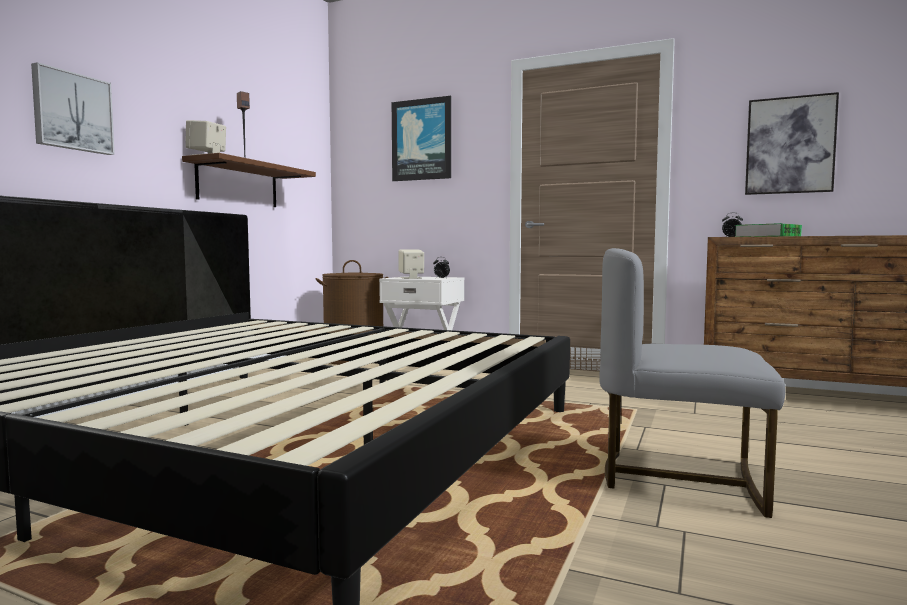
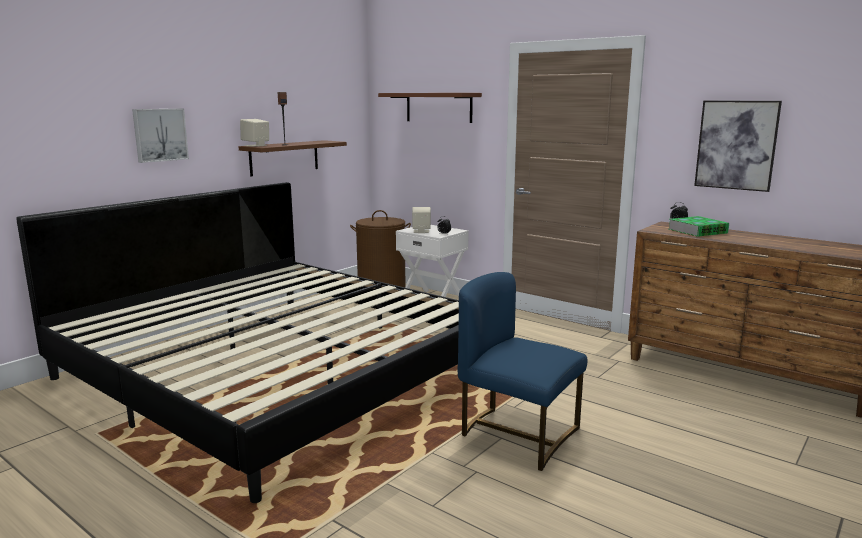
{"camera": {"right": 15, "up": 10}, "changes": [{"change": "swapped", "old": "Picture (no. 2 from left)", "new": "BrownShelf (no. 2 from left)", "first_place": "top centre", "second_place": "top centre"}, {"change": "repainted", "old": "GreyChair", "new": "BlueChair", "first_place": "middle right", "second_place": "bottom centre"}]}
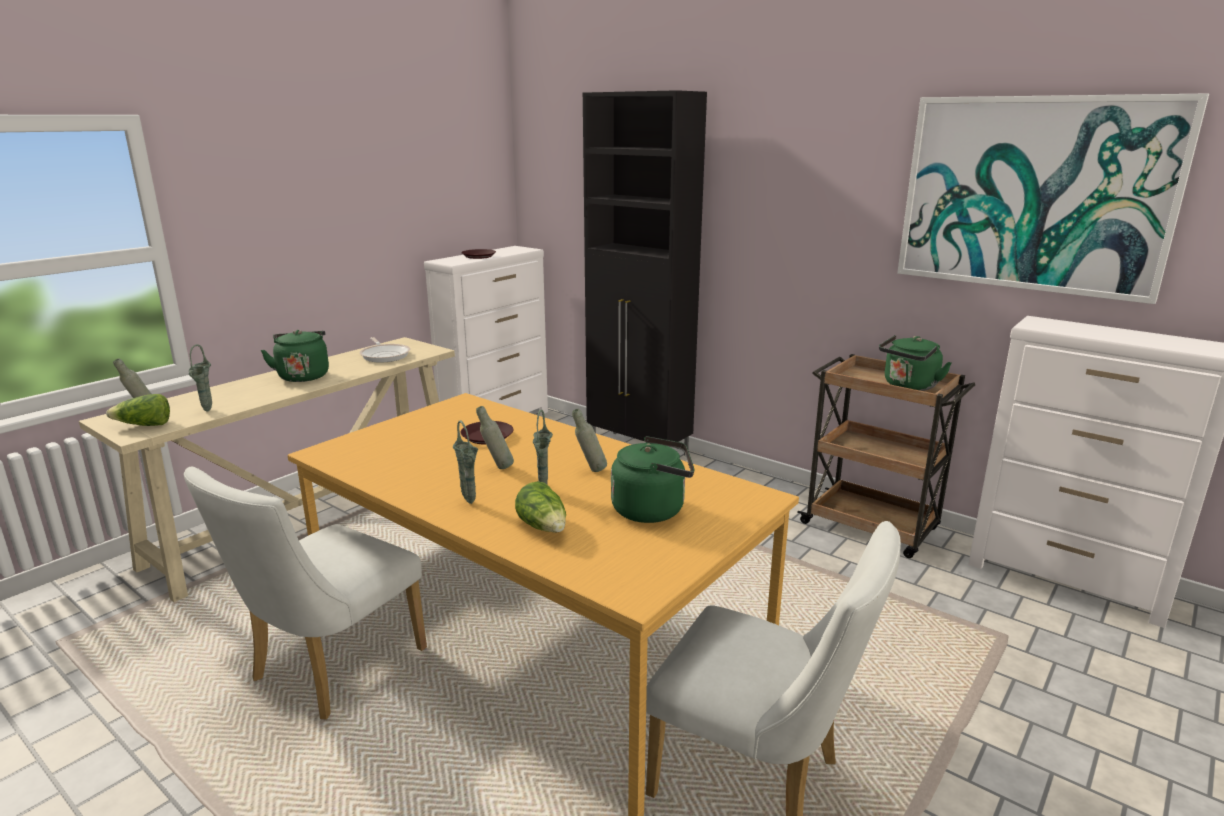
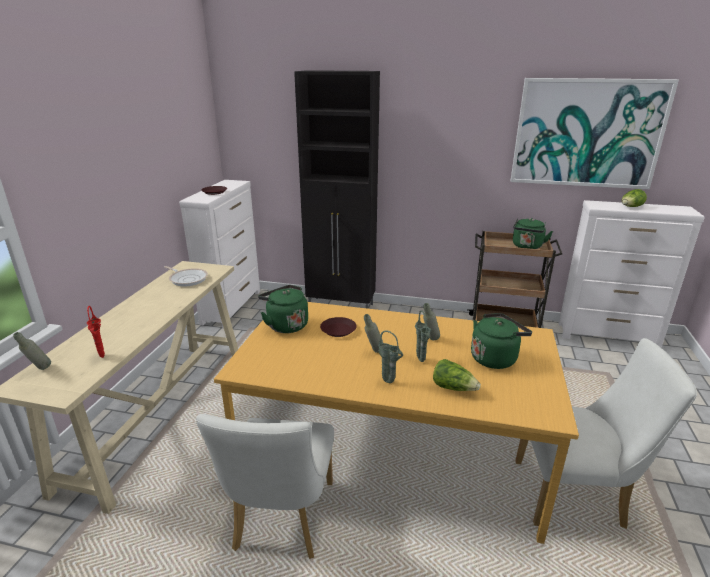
{"camera": {"right": -25, "up": 5}, "changes": [{"change": "shifted", "old": "GreenKettle (no. 1 from left)", "first_place": "middle left", "second_place": "centre"}, {"change": "repainted", "old": "GreenVase (no. 1 from left)", "new": "RedVase", "first_place": "middle left", "second_place": "middle left"}, {"change": "shifted", "old": "Lettuce (no. 1 from left in the first image)", "new": "Lettuce (no. 2 from left)", "first_place": "middle left", "second_place": "middle right"}]}
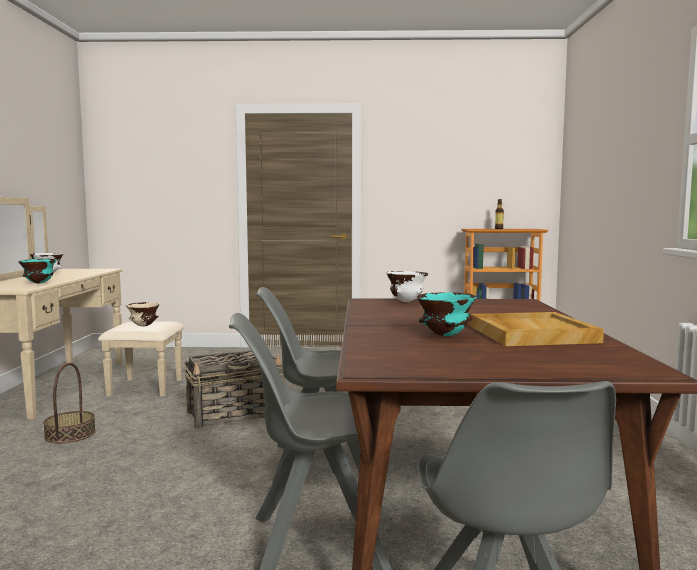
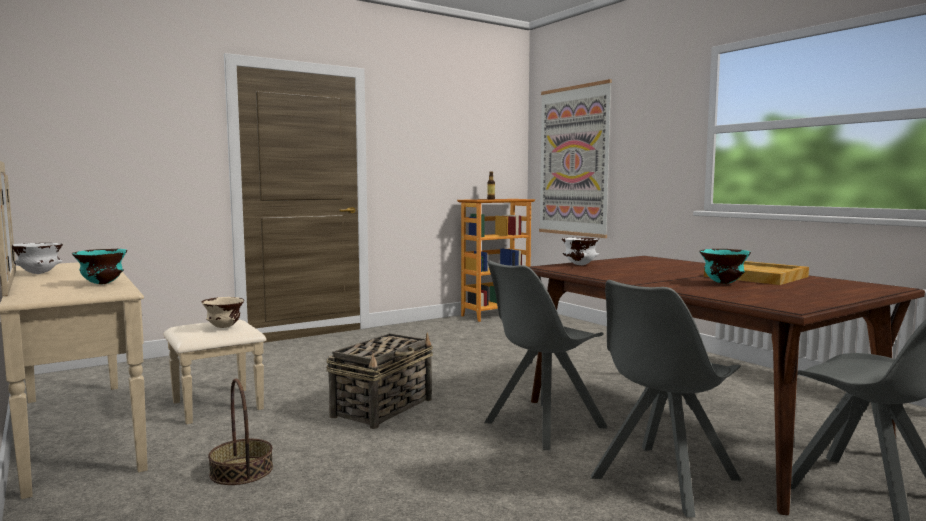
{"camera": {"right": -35, "up": 0}, "changes": [{"change": "new", "new": "Picture", "second_place": "top centre"}]}
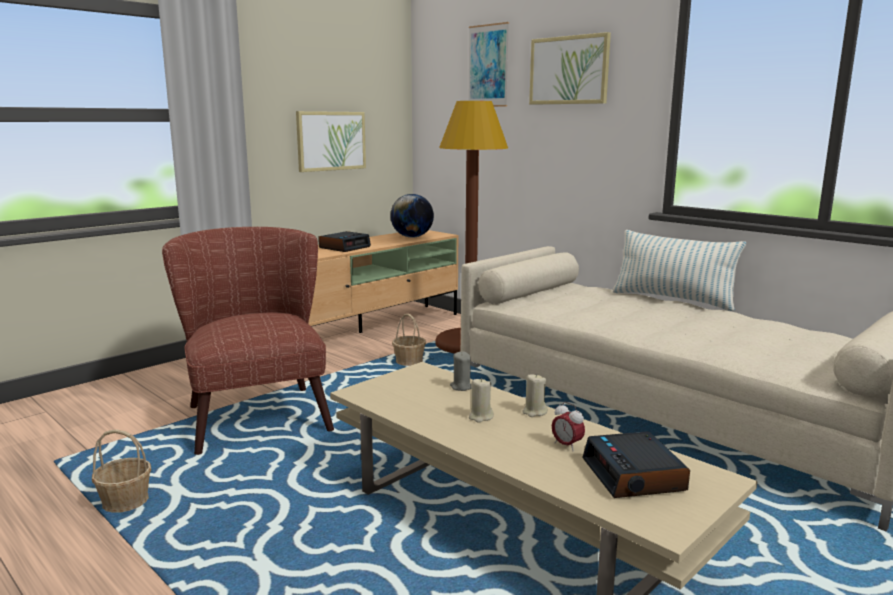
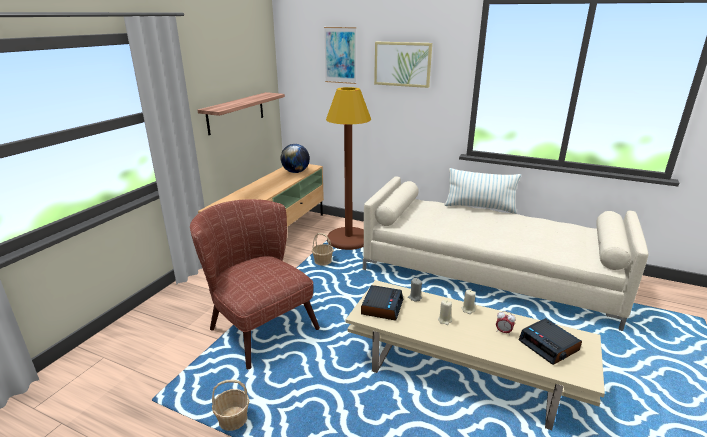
{"camera": {"right": -20, "up": 10}, "changes": [{"change": "swapped", "old": "Picture (no. 1 from left)", "new": "Shelf", "first_place": "top centre", "second_place": "top centre"}, {"change": "shifted", "old": "AlarmClock (no. 1 from left)", "first_place": "centre", "second_place": "bottom centre"}]}
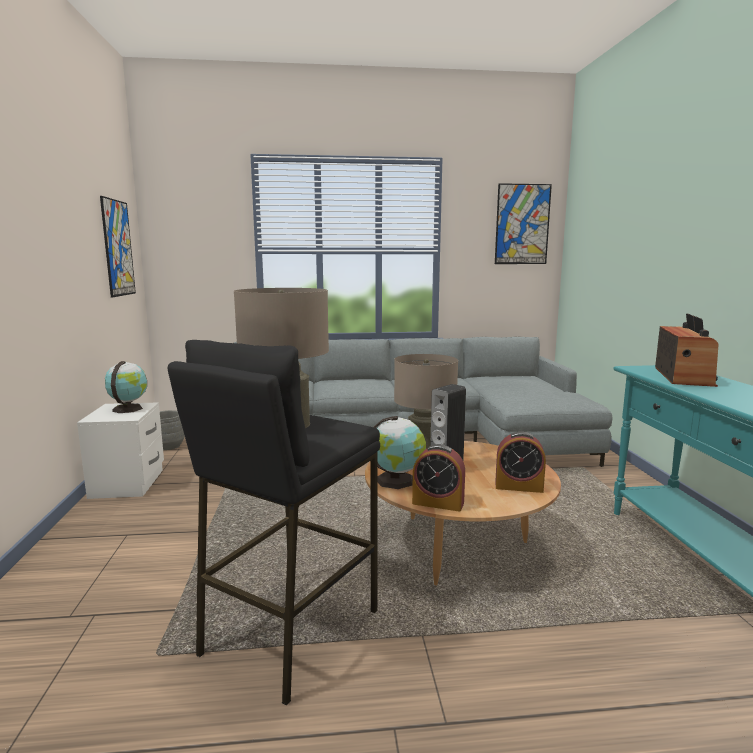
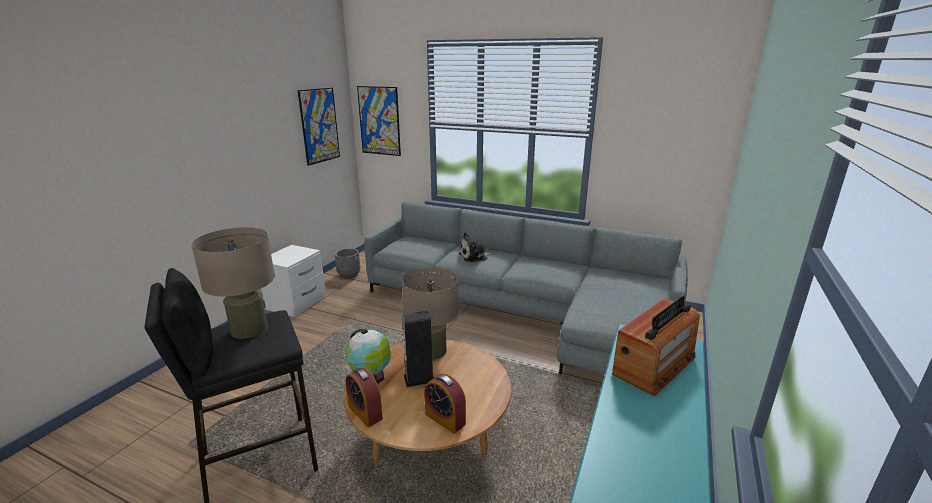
{"camera": {"right": 30, "up": 10}, "changes": [{"change": "shifted", "old": "Picture (no. 2 from left)", "first_place": "top right", "second_place": "top centre"}, {"change": "gone", "old": "Globe (no. 1 from left)", "first_place": "middle left"}, {"change": "new", "new": "PlushToy", "second_place": "centre"}]}
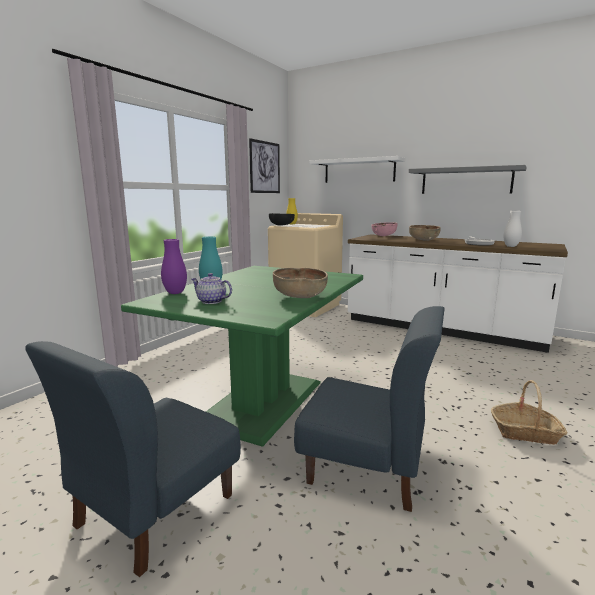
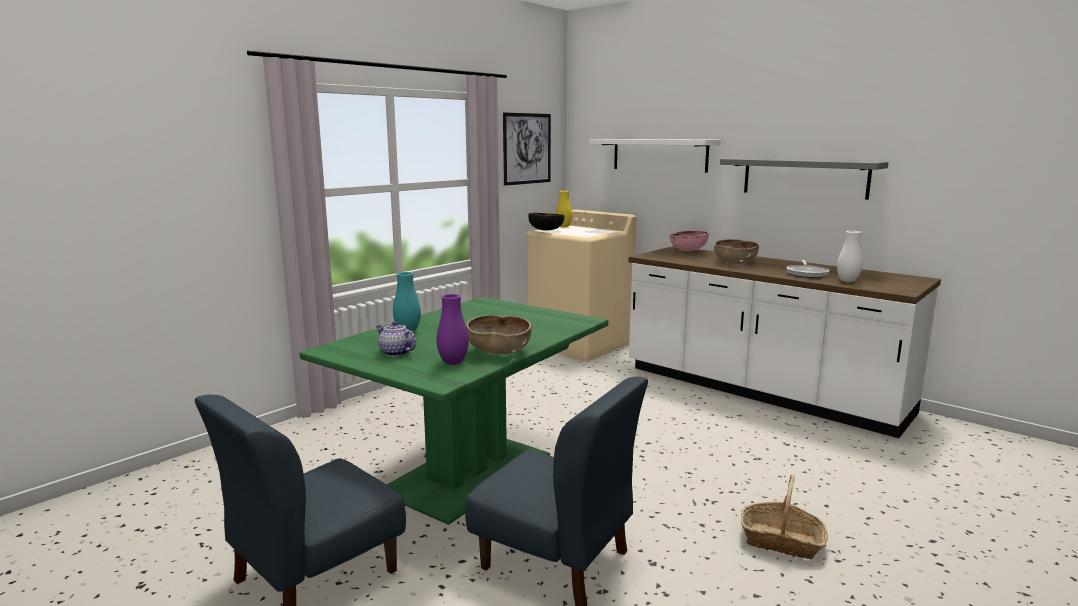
{"camera": {"right": 10, "up": 0}, "changes": [{"change": "shifted", "old": "PurpleVase", "first_place": "middle left", "second_place": "centre"}]}
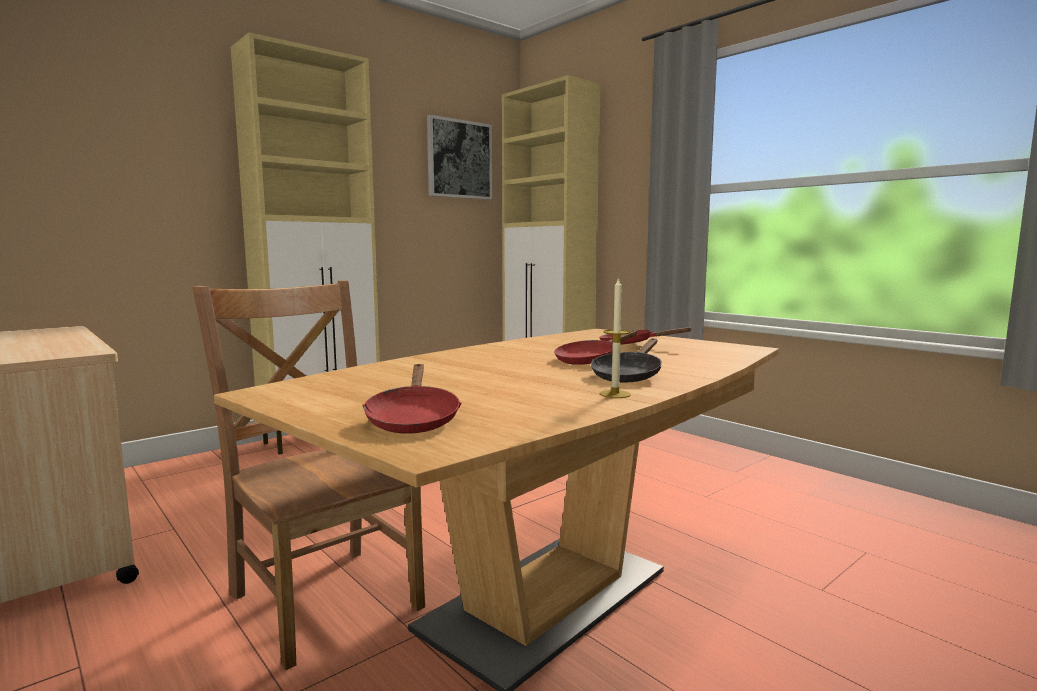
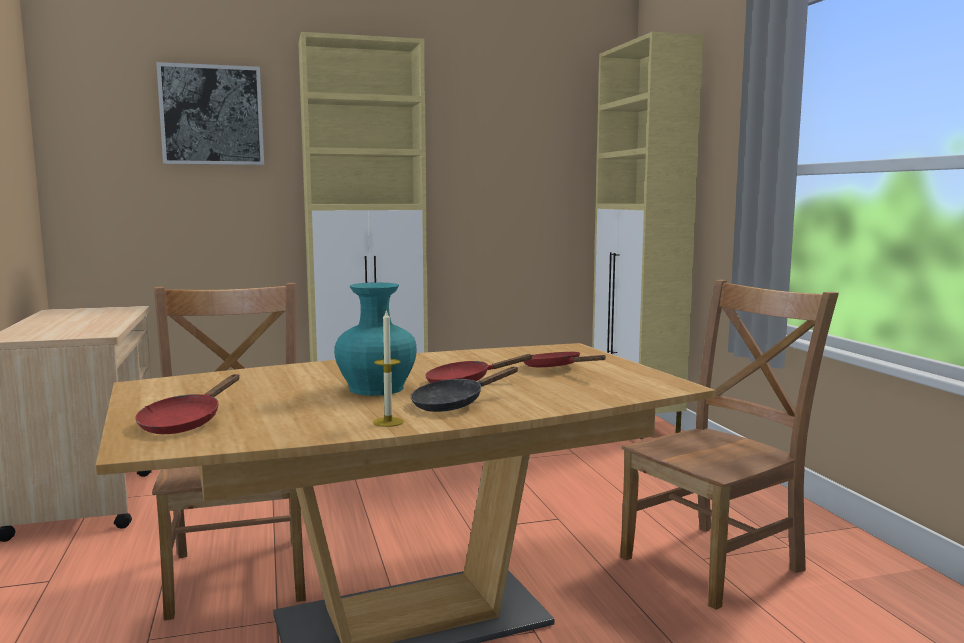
{"camera": {"right": 25, "up": 0}, "changes": [{"change": "shifted", "old": "Picture", "first_place": "top centre", "second_place": "top left"}, {"change": "new", "new": "BrownChair (no. 2 from left)", "second_place": "bottom right"}, {"change": "new", "new": "TurquoiseVase", "second_place": "centre"}]}
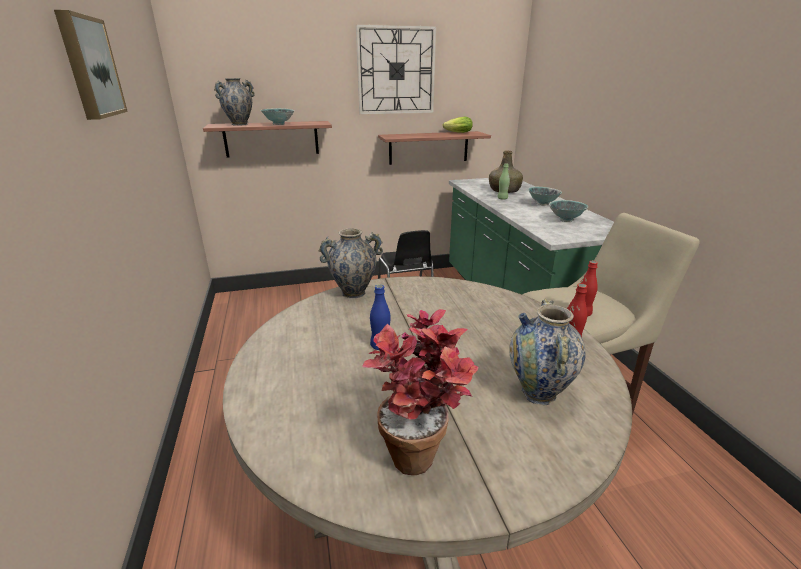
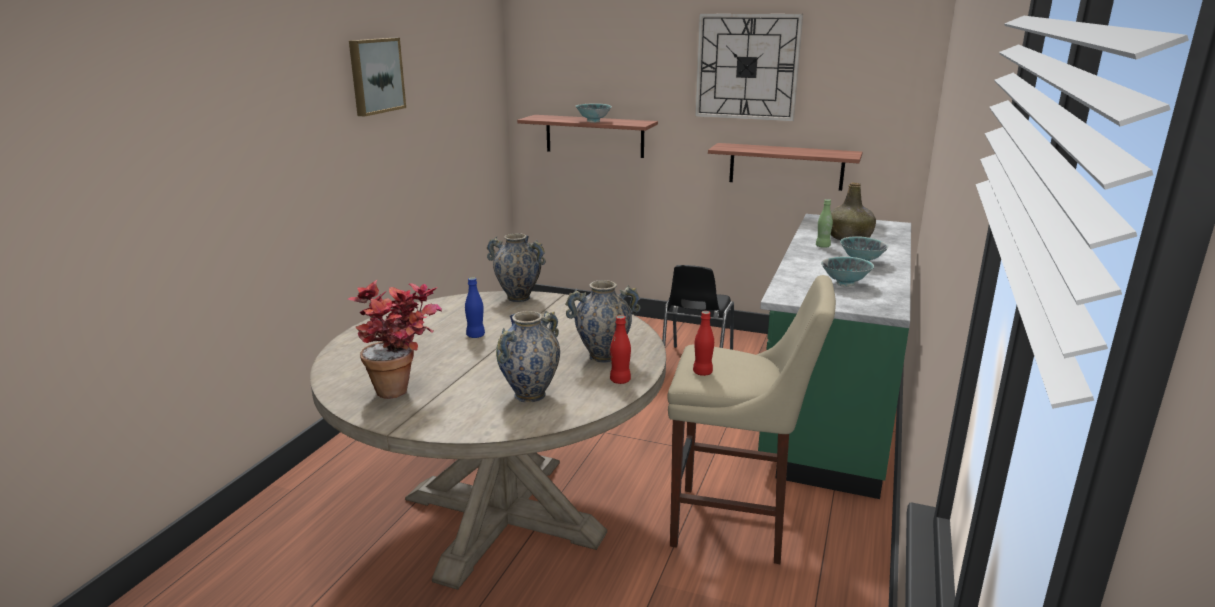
{"camera": {"right": 35, "up": -5}, "changes": [{"change": "shifted", "old": "Vase (no. 1 from left in the first image)", "new": "Vase (no. 3 from left)", "first_place": "top left", "second_place": "centre"}, {"change": "gone", "old": "Lettuce", "first_place": "top centre"}]}
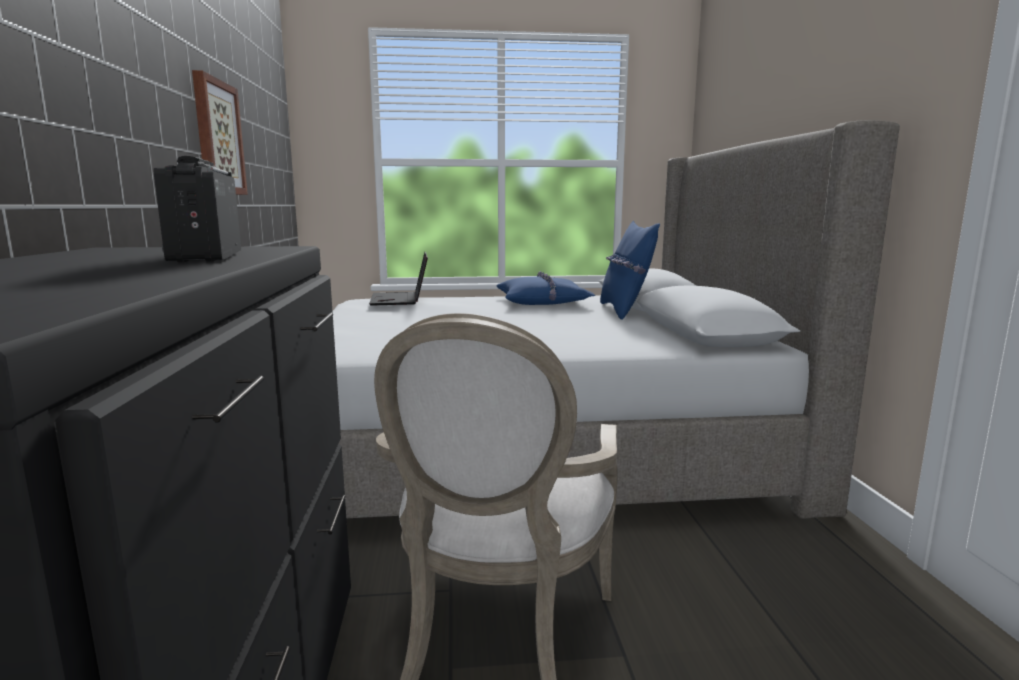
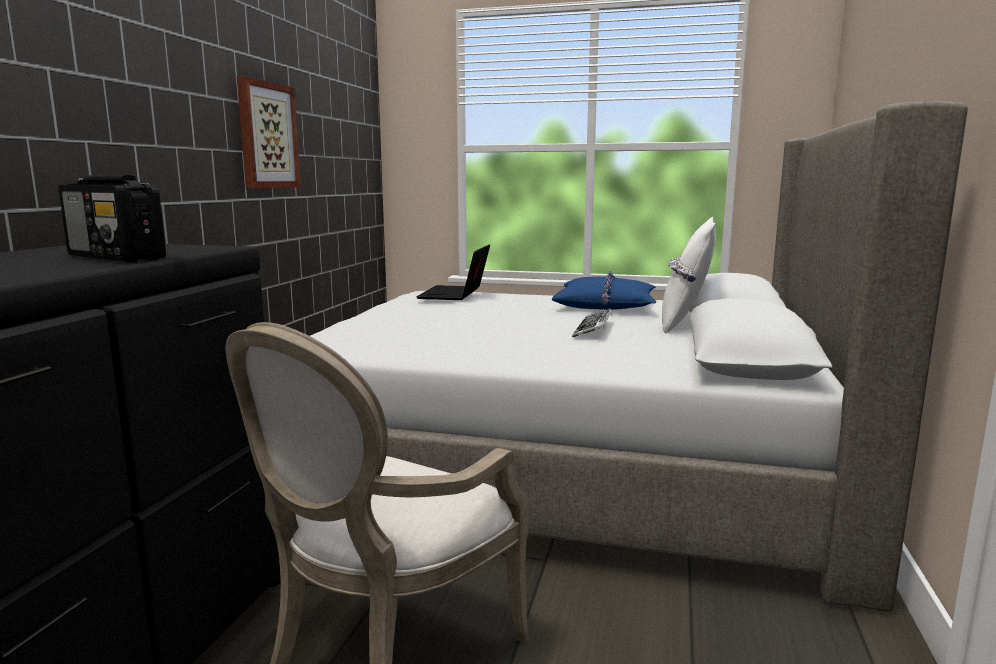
{"camera": {"right": 20, "up": 0}, "changes": [{"change": "rotated", "old": "Radio", "first_place": "top left", "second_place": "top left", "degrees": -60}, {"change": "repainted", "old": "BluePillow (no. 2 from left)", "new": "WhitePillow", "first_place": "centre", "second_place": "middle right"}, {"change": "new", "new": "Keyboard", "second_place": "centre"}]}
